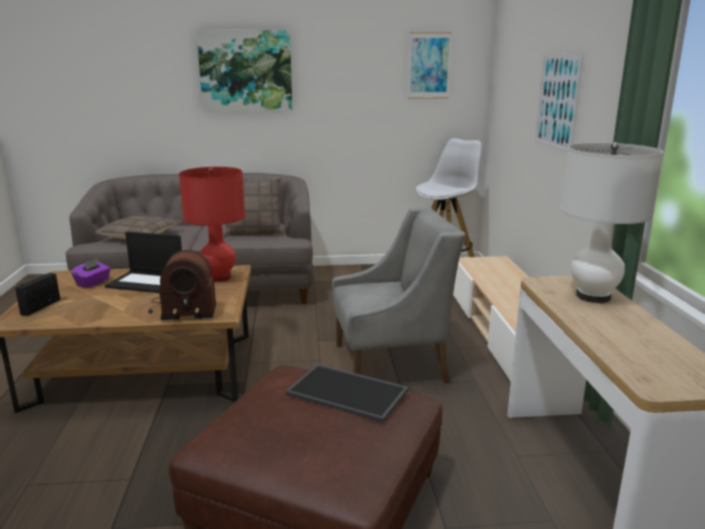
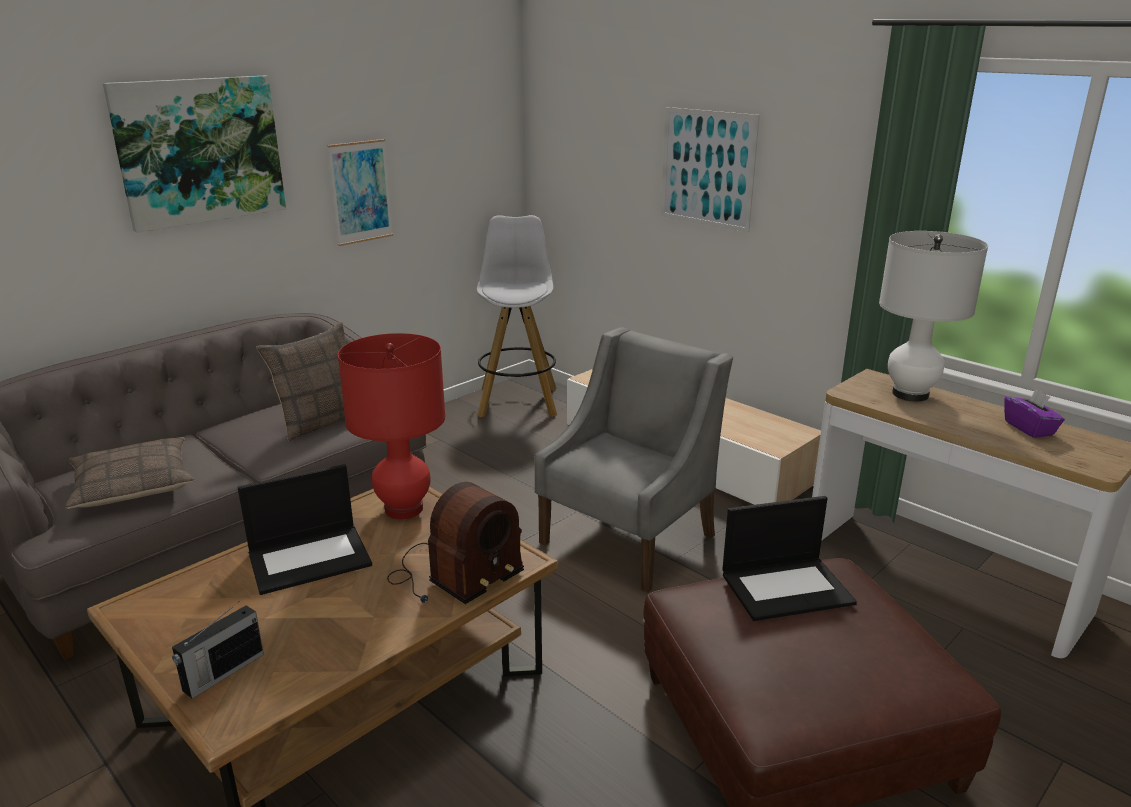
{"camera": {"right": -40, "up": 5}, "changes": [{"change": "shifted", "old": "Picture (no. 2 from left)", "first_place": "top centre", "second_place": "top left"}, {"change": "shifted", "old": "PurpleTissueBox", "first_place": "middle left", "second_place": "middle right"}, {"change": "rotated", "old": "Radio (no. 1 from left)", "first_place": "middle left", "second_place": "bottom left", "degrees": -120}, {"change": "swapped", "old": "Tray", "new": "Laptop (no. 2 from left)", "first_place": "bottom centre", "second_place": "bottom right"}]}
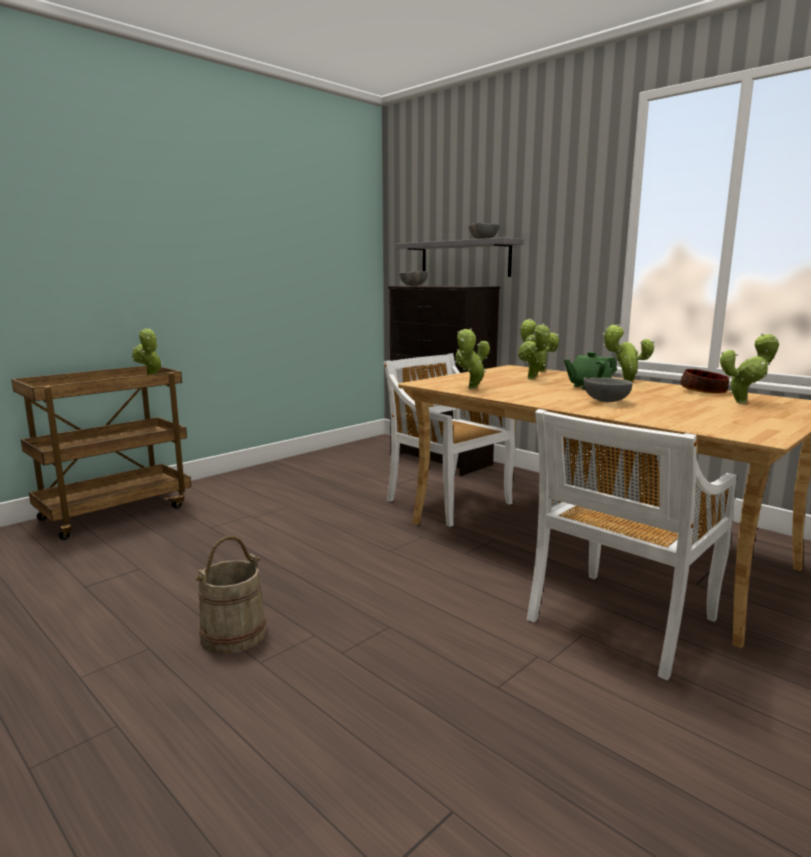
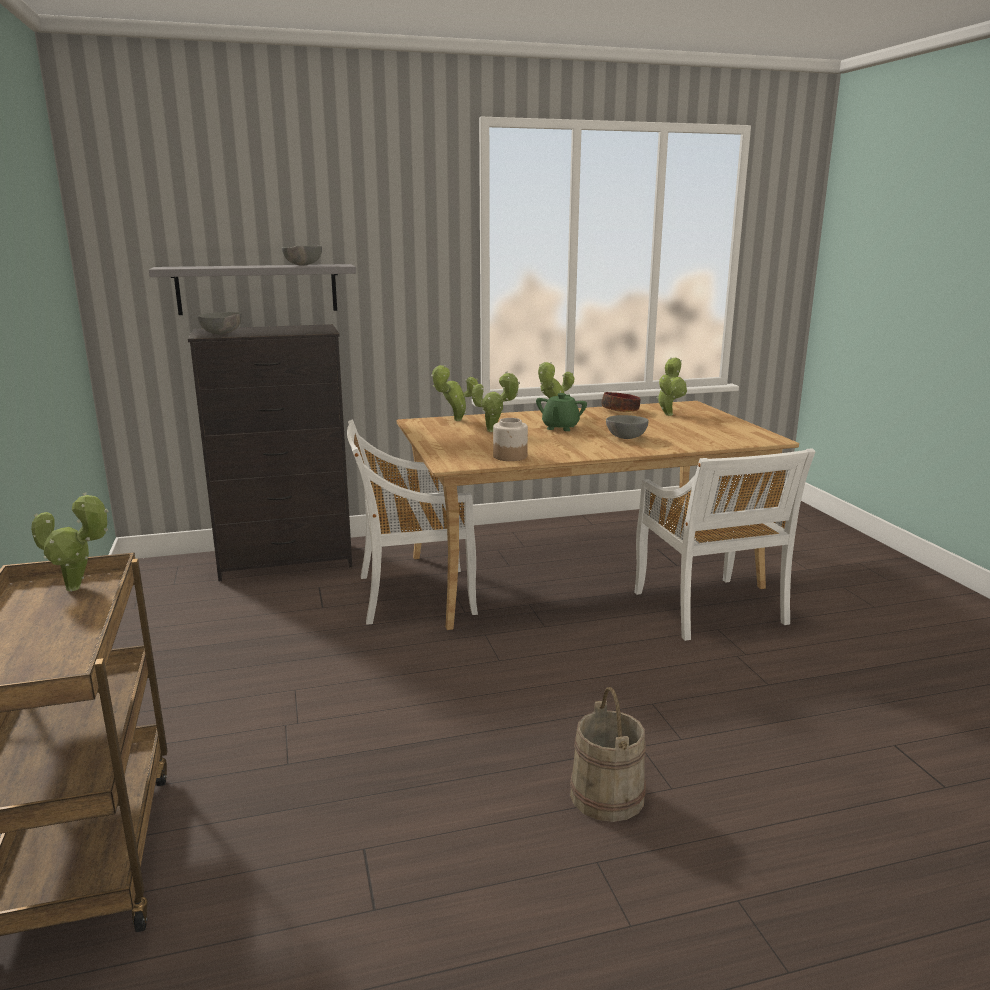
{"camera": {"right": -60, "up": 5}, "changes": [{"change": "swapped", "old": "PottedPlant (no. 2 from left)", "new": "Jar", "first_place": "centre", "second_place": "centre"}]}
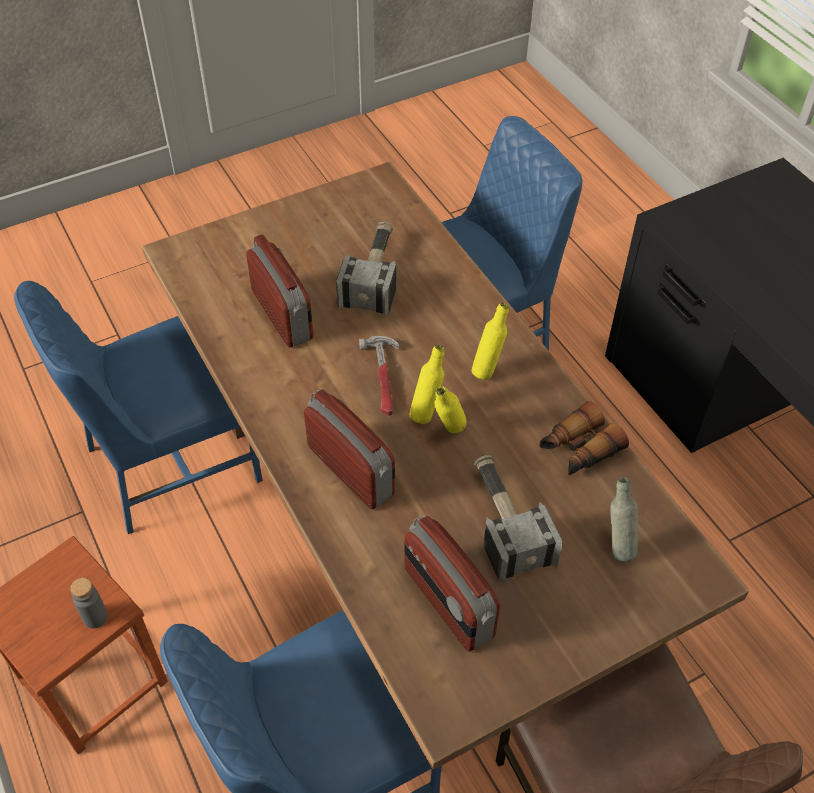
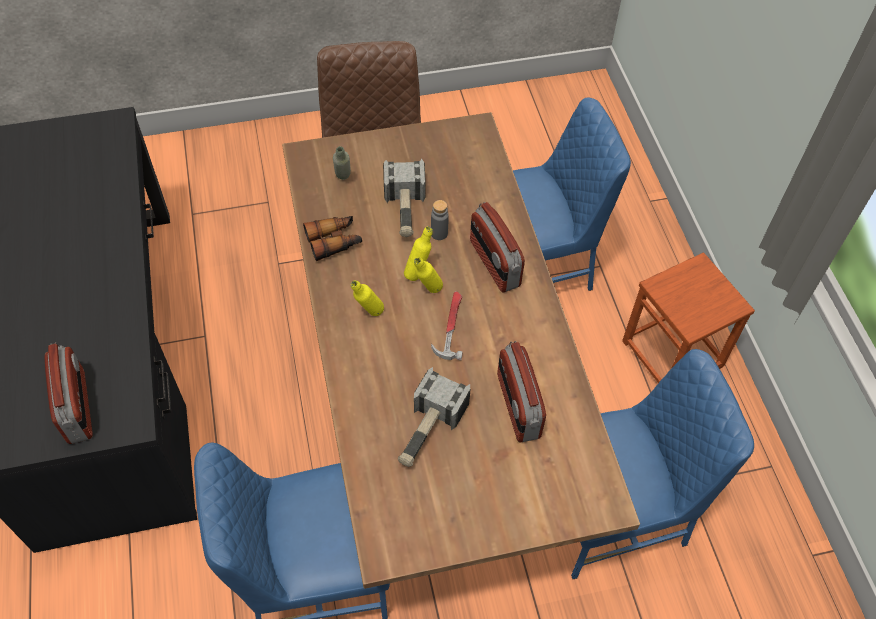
{"camera": {"right": -165, "up": 5}, "changes": [{"change": "shifted", "old": "Radio (no. 3 from left in the first image)", "new": "Radio (no. 1 from left)", "first_place": "bottom centre", "second_place": "middle left"}, {"change": "shifted", "old": "GreyBottle (no. 1 from left in the first image)", "new": "GreyBottle (no. 2 from left)", "first_place": "bottom left", "second_place": "centre"}]}
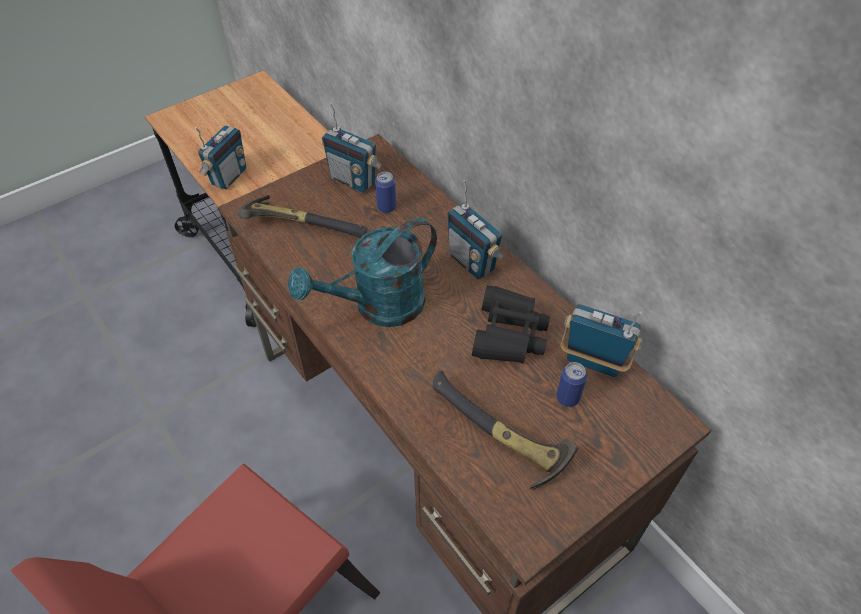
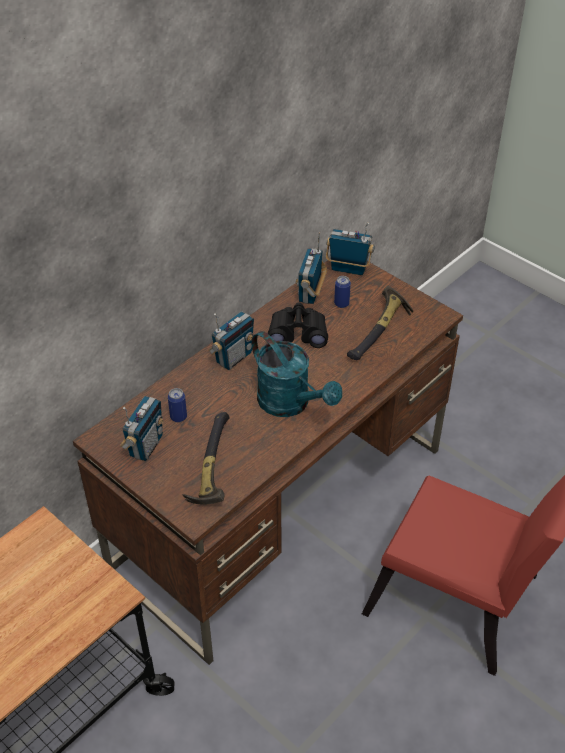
{"camera": {"right": -100, "up": -5}, "changes": [{"change": "shifted", "old": "Radio (no. 1 from left in the first image)", "new": "Radio (no. 4 from left)", "first_place": "top left", "second_place": "top centre"}]}
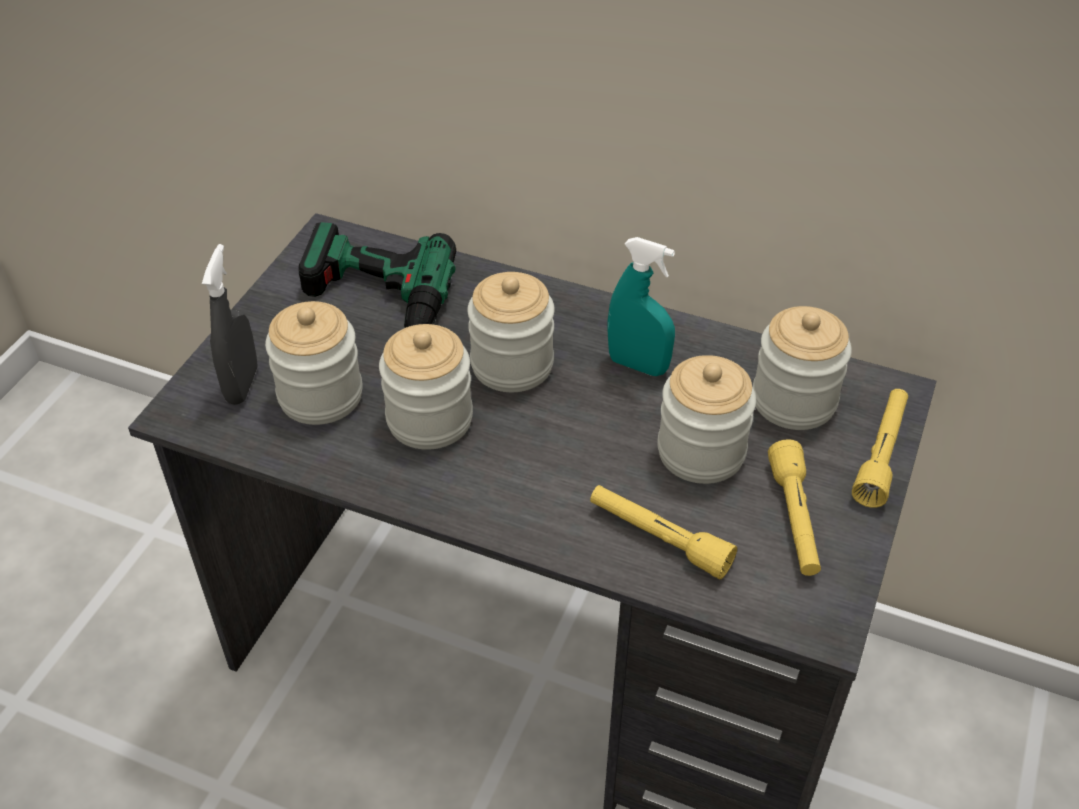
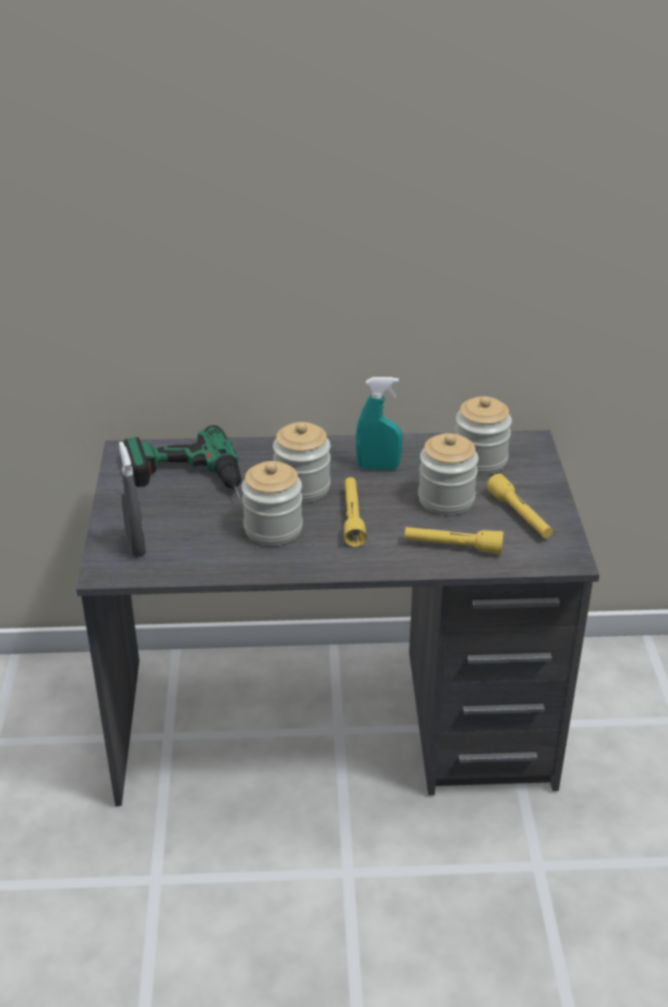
{"camera": {"right": -25, "up": -10}, "changes": [{"change": "gone", "old": "Jar (no. 1 from left)", "first_place": "middle left"}, {"change": "shifted", "old": "YellowFlashlight (no. 3 from left in the first image)", "new": "YellowFlashlight (no. 1 from left)", "first_place": "middle right", "second_place": "centre"}]}
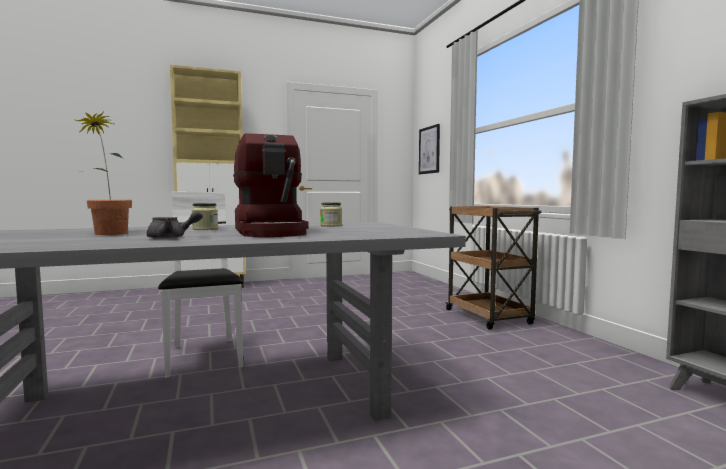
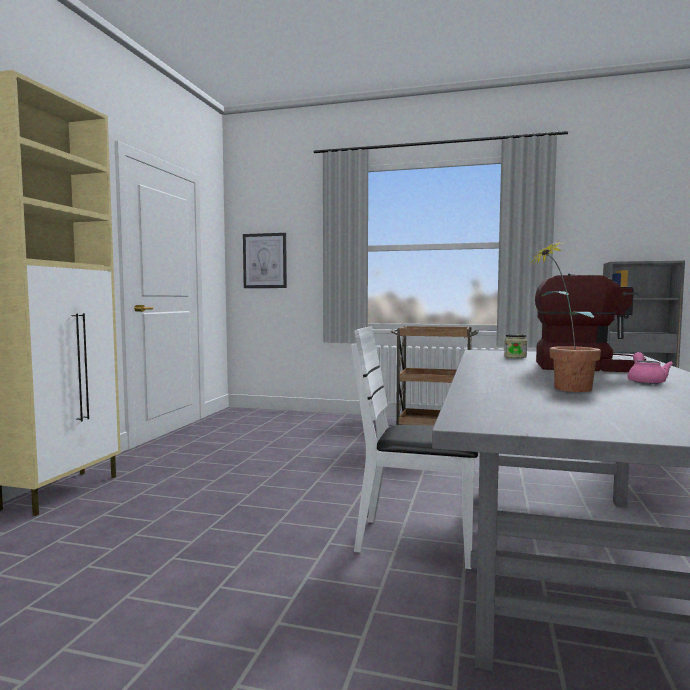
{"camera": {"right": -55, "up": 0}, "changes": [{"change": "gone", "old": "Jar (no. 1 from left)", "first_place": "middle left"}, {"change": "repainted", "old": "GreyTeapot", "new": "PinkTeapot", "first_place": "middle left", "second_place": "middle right"}]}
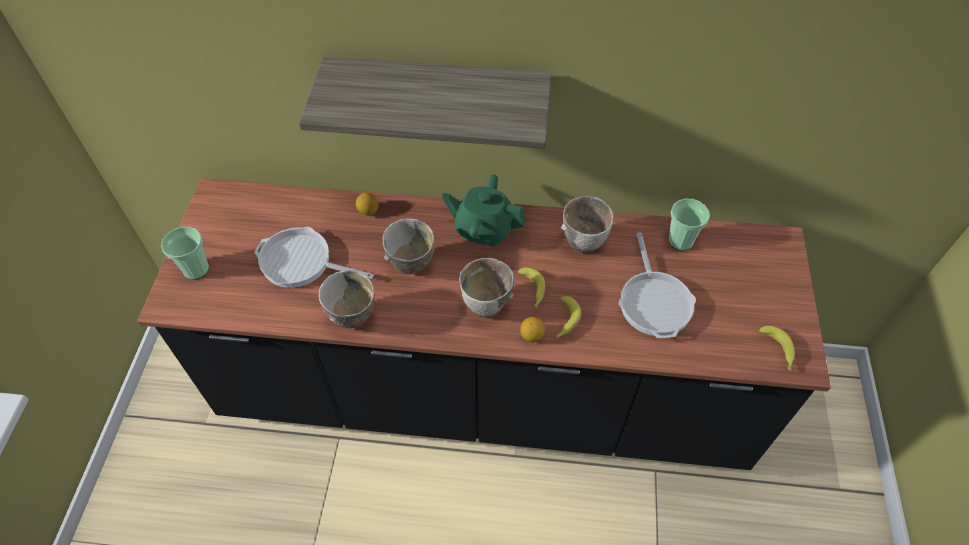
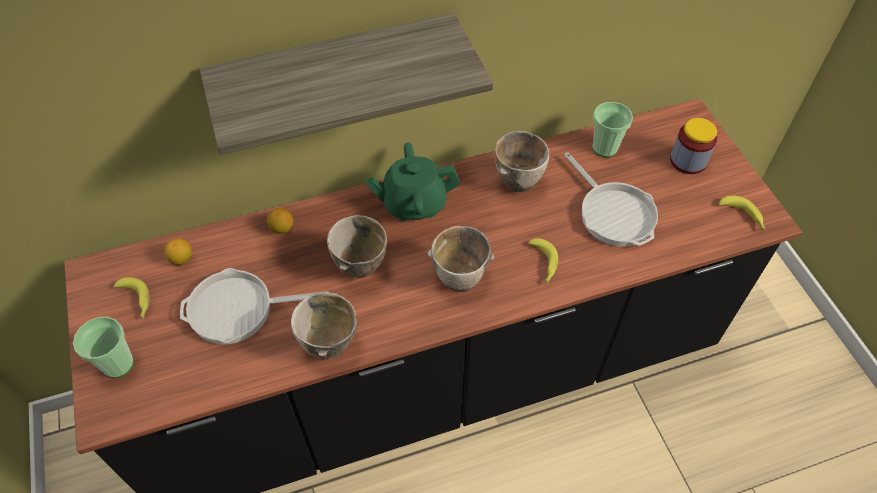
{"camera": {"right": -25, "up": 0}, "changes": [{"change": "shifted", "old": "Banana (no. 1 from left)", "first_place": "centre", "second_place": "middle left"}, {"change": "shifted", "old": "Lemon (no. 2 from left in the first image)", "new": "Lemon (no. 1 from left)", "first_place": "centre", "second_place": "middle left"}, {"change": "new", "new": "Jar", "second_place": "top right"}]}
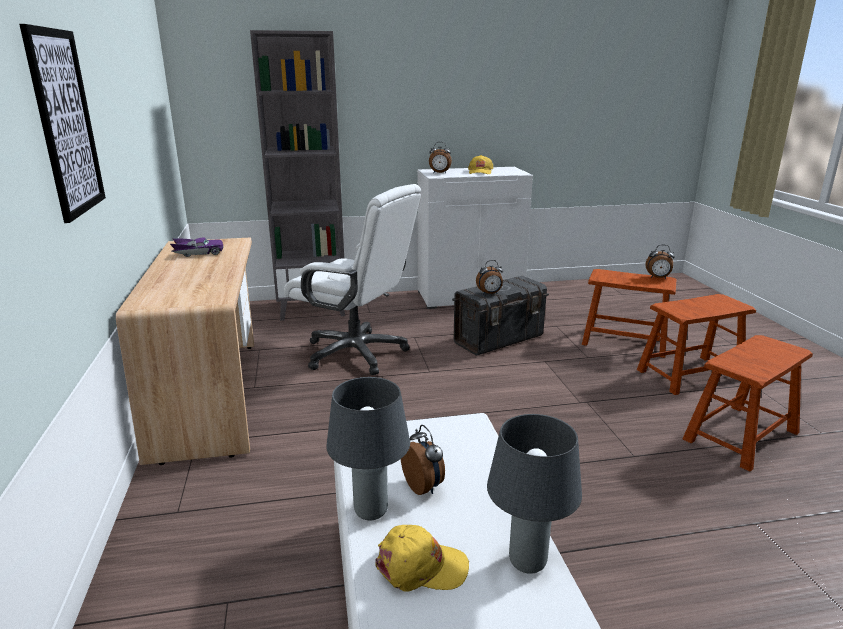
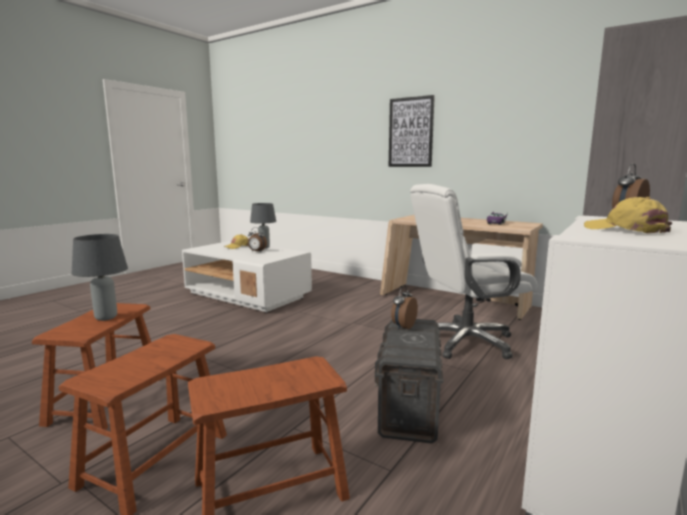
{"camera": {"right": 135, "up": -10}, "changes": [{"change": "gone", "old": "AlarmClock (no. 4 from left)", "first_place": "middle right"}, {"change": "shifted", "old": "GreyTableLamp (no. 2 from left in the first image)", "new": "GreyTableLamp (no. 1 from left)", "first_place": "bottom centre", "second_place": "middle left"}]}
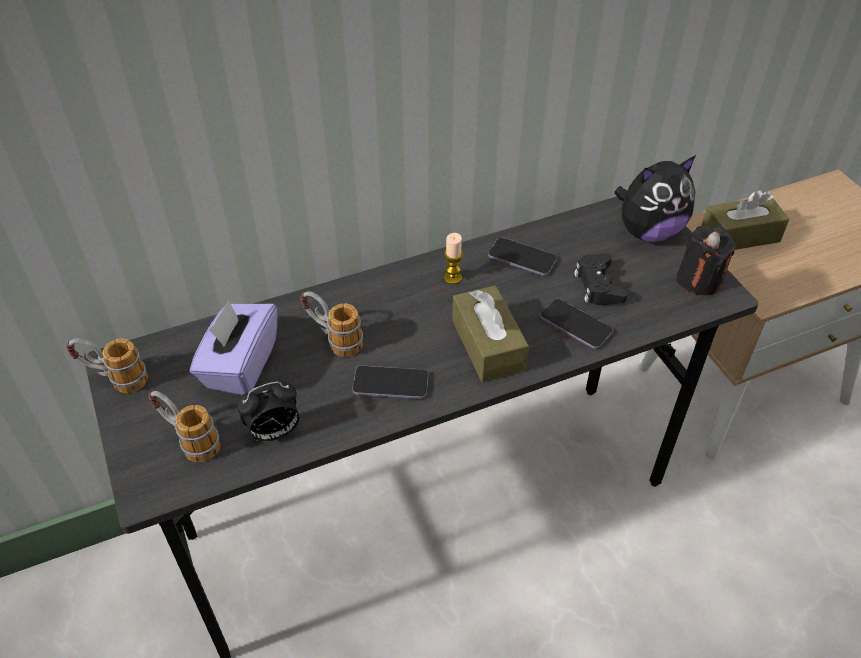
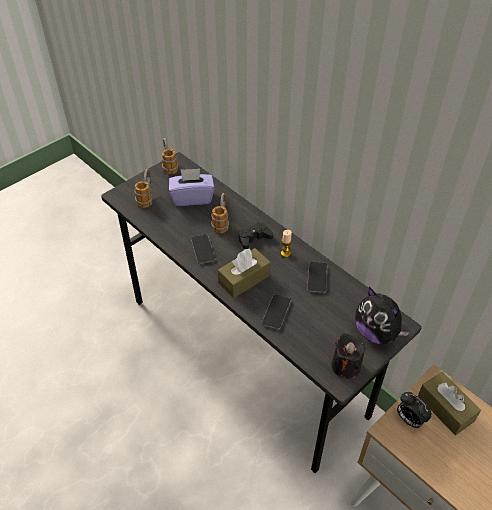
{"camera": {"right": 70, "up": 0}, "changes": [{"change": "shifted", "old": "BlackGameController", "first_place": "middle right", "second_place": "centre"}, {"change": "shifted", "old": "AlarmClock", "first_place": "middle left", "second_place": "bottom right"}]}
